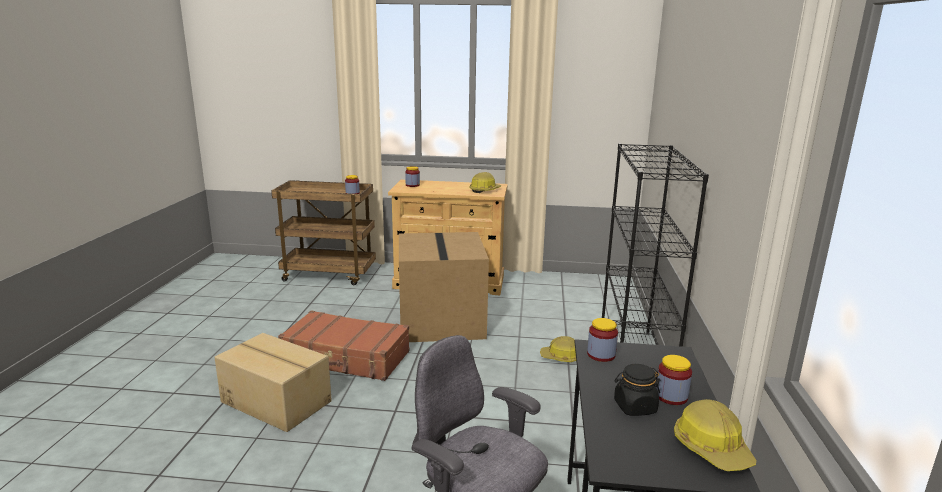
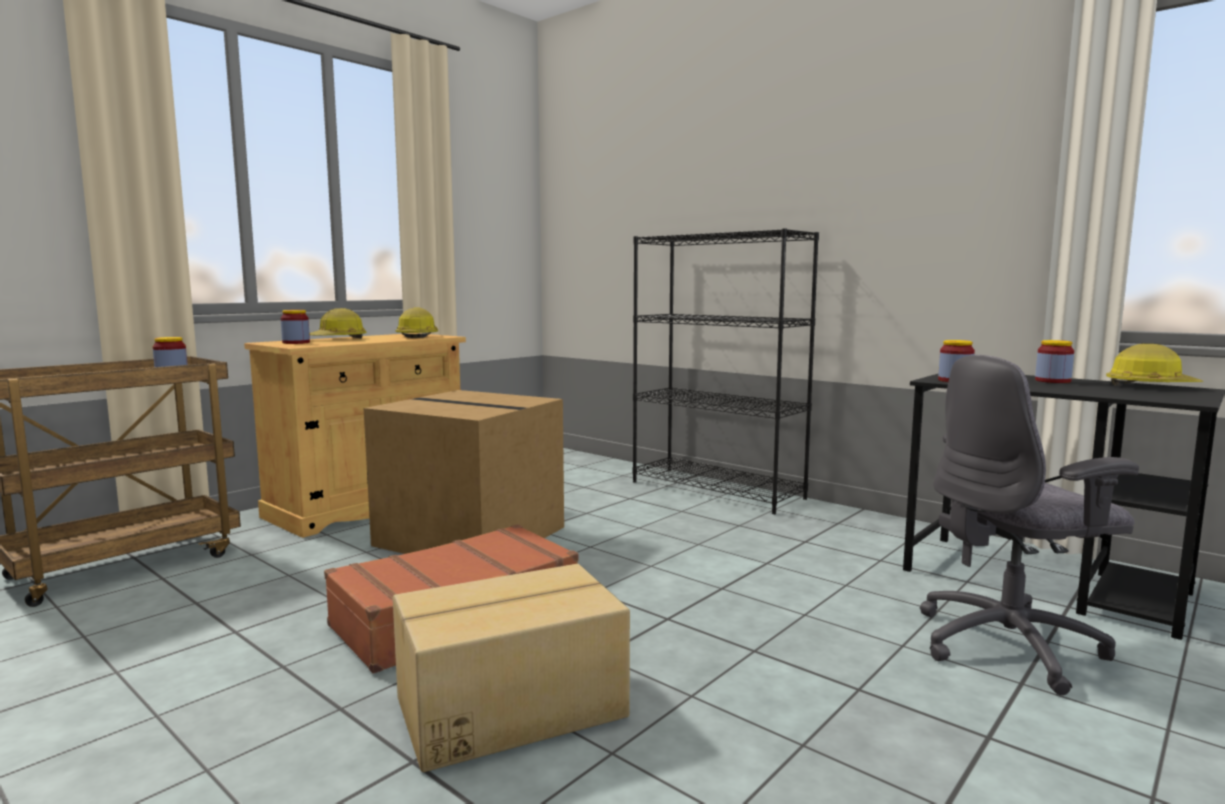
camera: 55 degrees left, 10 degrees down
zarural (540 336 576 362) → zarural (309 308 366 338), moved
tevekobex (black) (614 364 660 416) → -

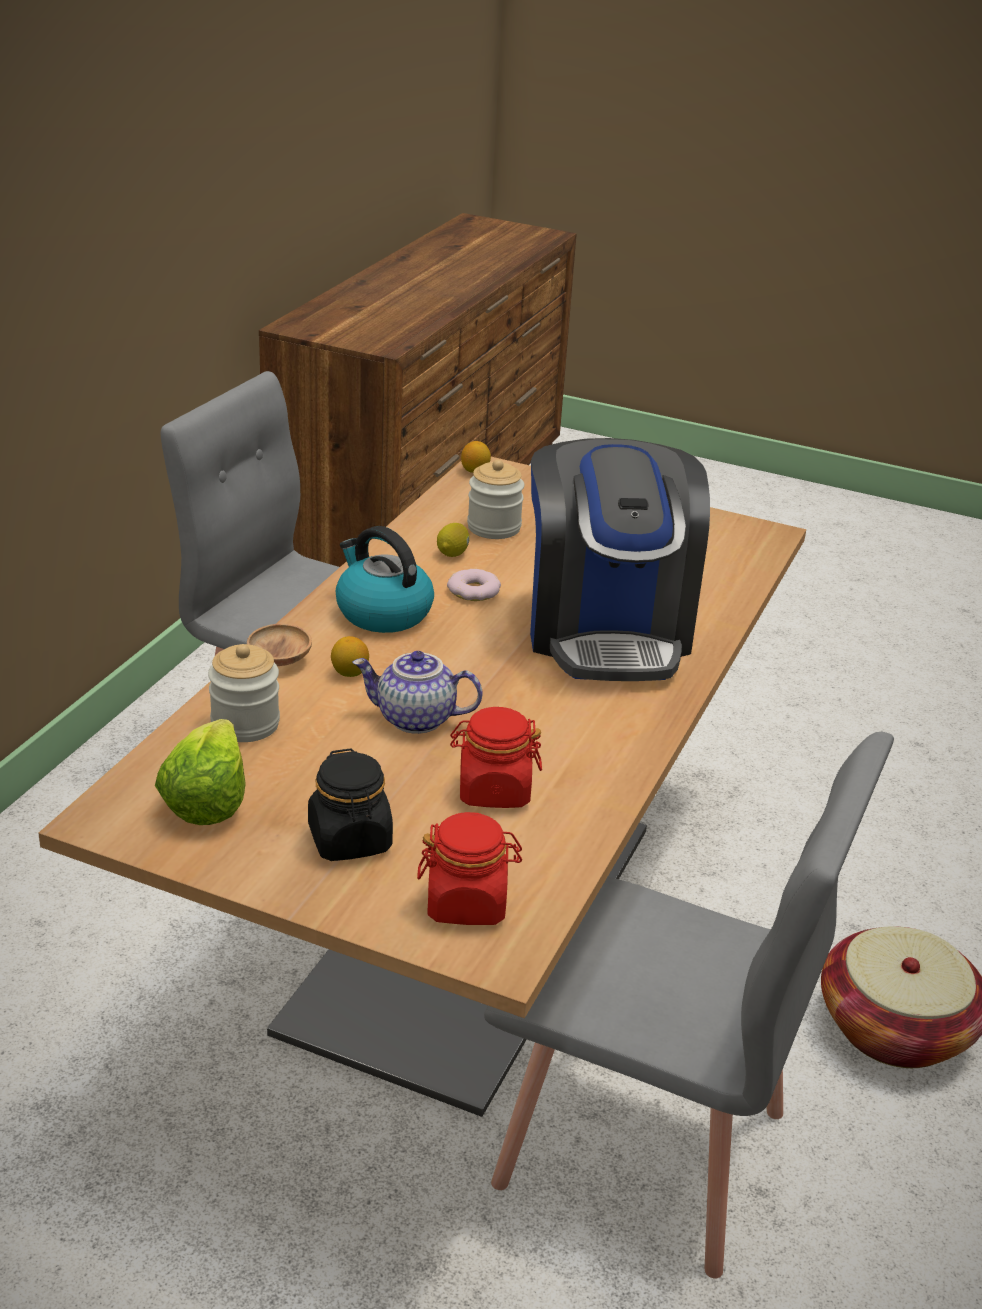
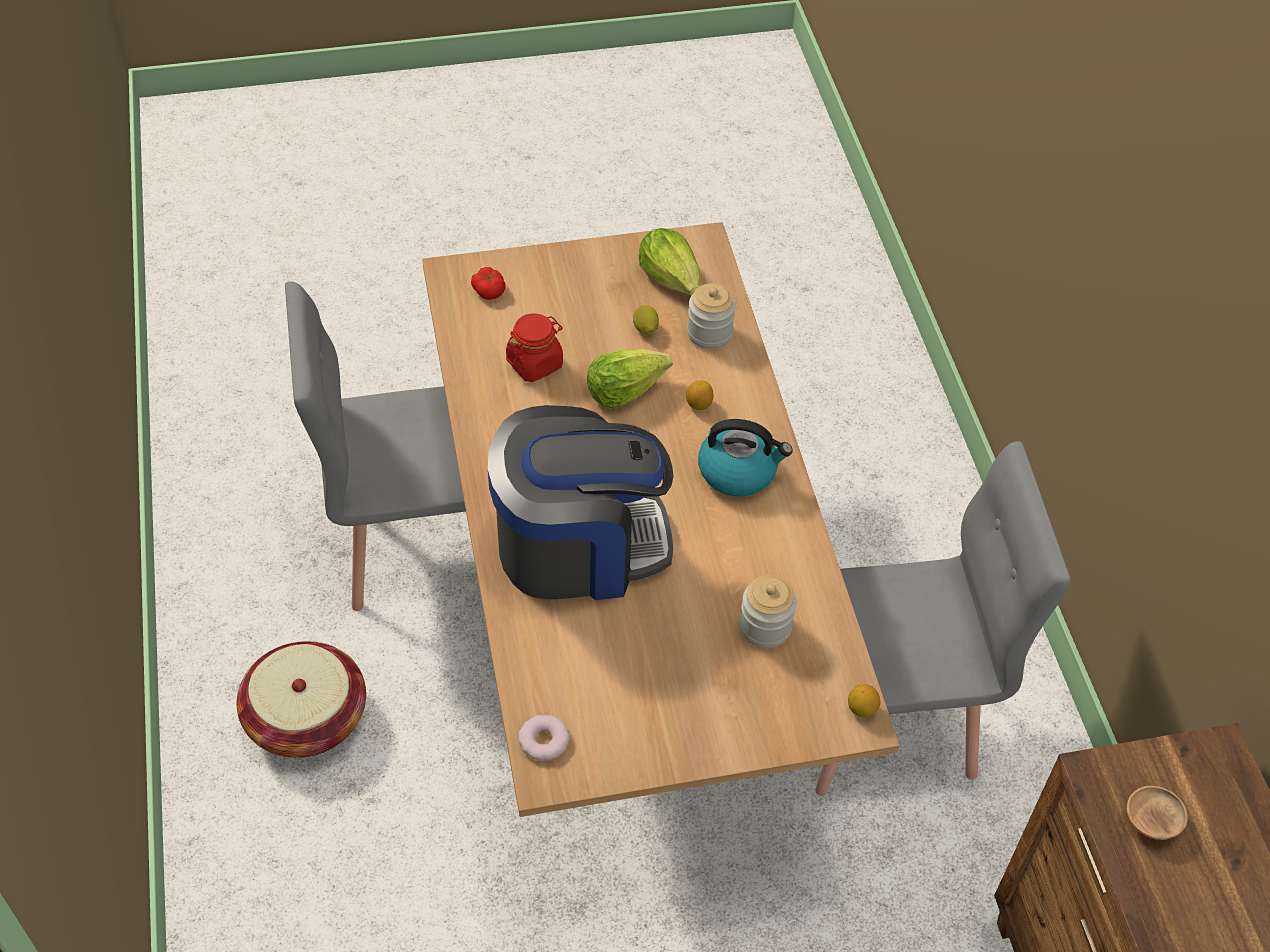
camera: 145 degrees right, 20 degrees up
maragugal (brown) (247 624 312 666) → maragugal (brown) (1127 786 1188 840), moved
tevekobex (black) (308 748 393 861) → -
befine (352 651 483 734) → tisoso (587 349 672 408)
tevekobex (red) (417 812 522 925) → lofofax (471 267 506 300)
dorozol (437 523 470 557) → dorozol (633 305 659 334), moved
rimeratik (447 569 501 601) → rimeratik (518 715 570 761), moved
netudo (530 438 710 681) → netudo (488 405 673 600), 120 degrees clockwise

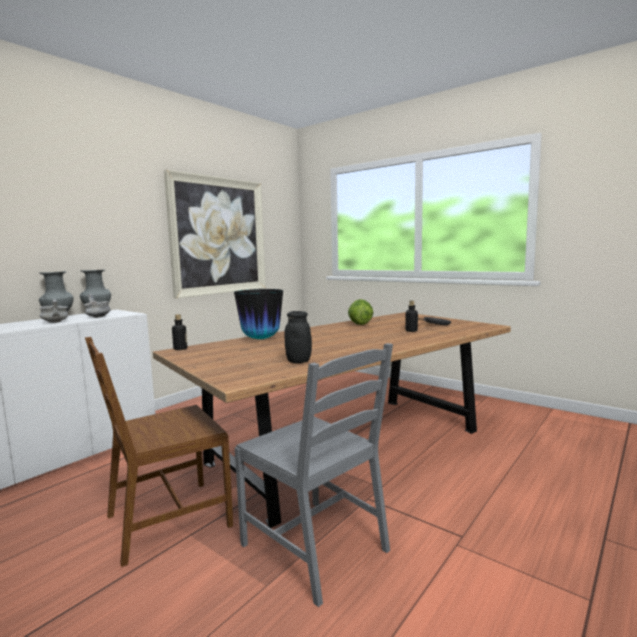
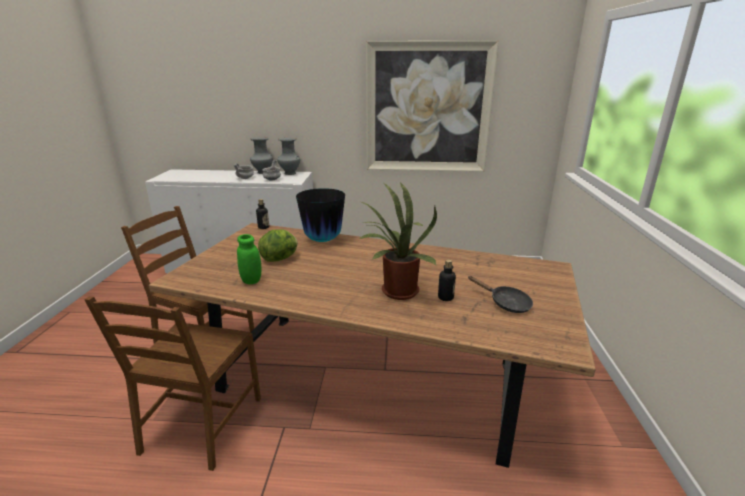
camera: 55 degrees right, 15 degrees up
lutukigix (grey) (235 343 393 607) → lutukigix (brown) (84 296 261 471)
tevekobex (black) (284 311 312 363) → tevekobex (green) (237 234 262 284)
tisoso (348 299 373 325) → tisoso (258 230 298 262), moved
- → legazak (359 182 437 300)

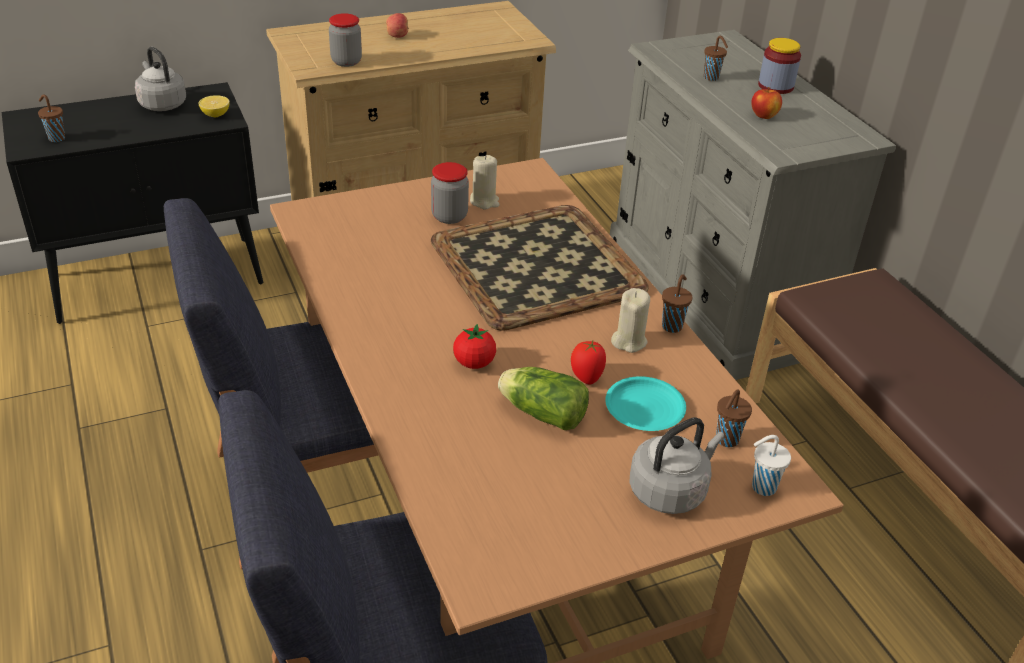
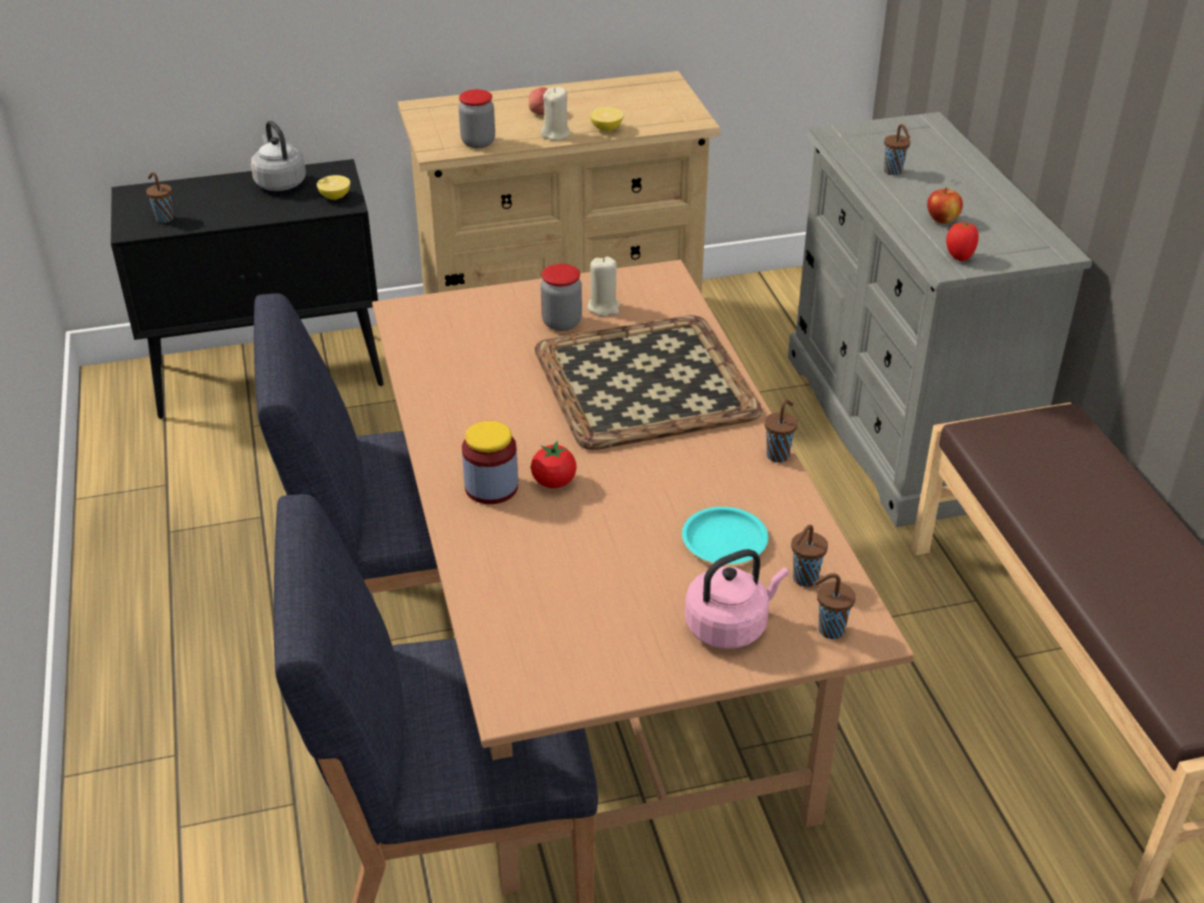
camera: 10 degrees right, 0 degrees up
tisoso (498 367 589 430) → -
lofofax (571 341 606 384) → lofofax (946 221 979 261), moved
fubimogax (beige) (611 288 650 353) → fubimogax (beige) (541 87 570 141), moved
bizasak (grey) (629 417 725 514) → bizasak (pink) (685 549 789 649)
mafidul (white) (752 435 791 496) → mafidul (brown) (815 573 856 639)
tevekobex (758 38 801 94) → tevekobex (462 421 518 504), moved
- → dorozol (590 107 623 132)

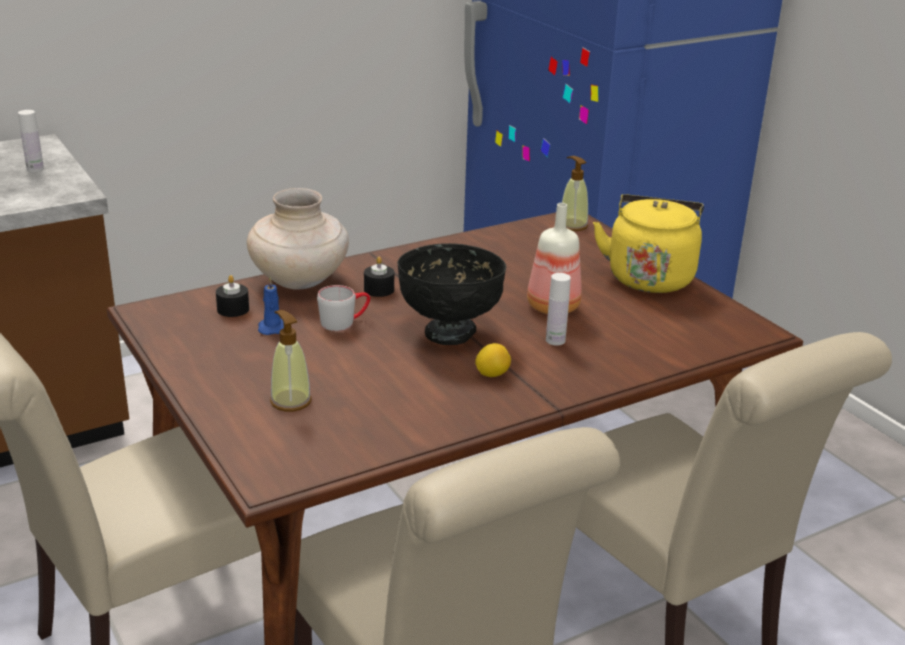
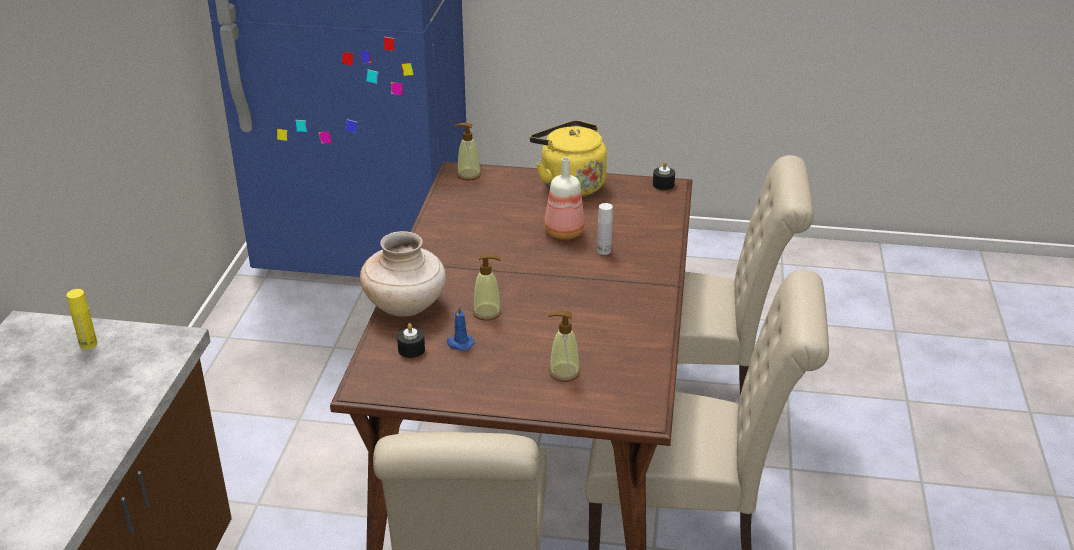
camera: 50 degrees left, 5 degrees up
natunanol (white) (18 110 44 172) → natunanol (yellow) (66 289 97 349)
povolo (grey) (317 285 370 331) → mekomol (473 254 501 320)
fubimogax (black) (364 257 394 297) → fubimogax (black) (653 162 675 190), moved
maragugal (black) (397 243 506 345) → -
dorozol (475 343 511 377) → -

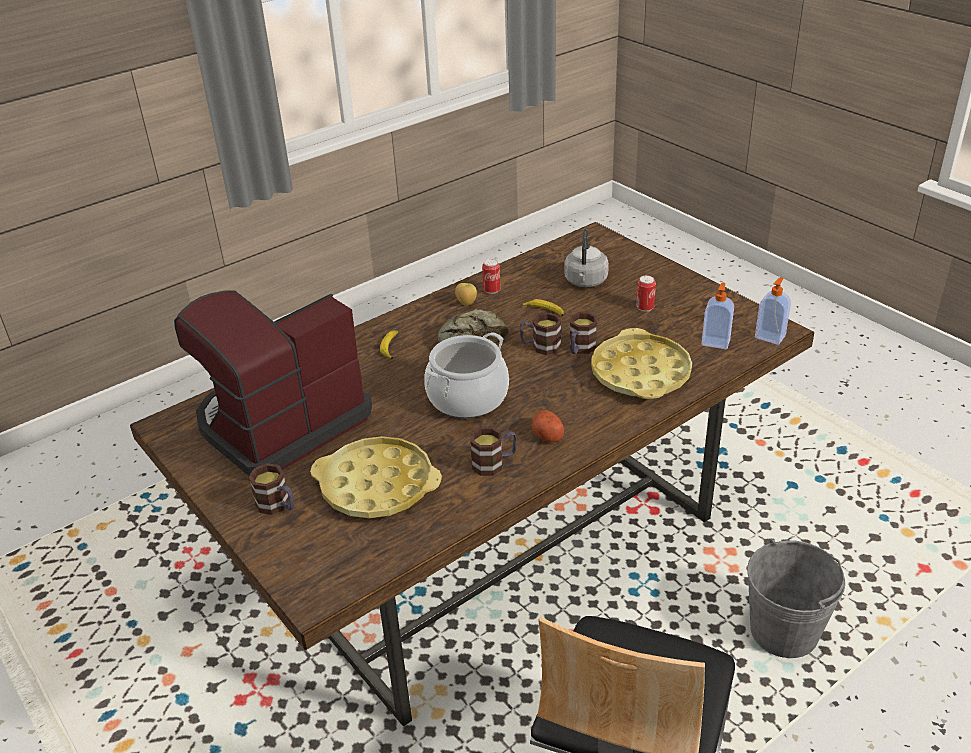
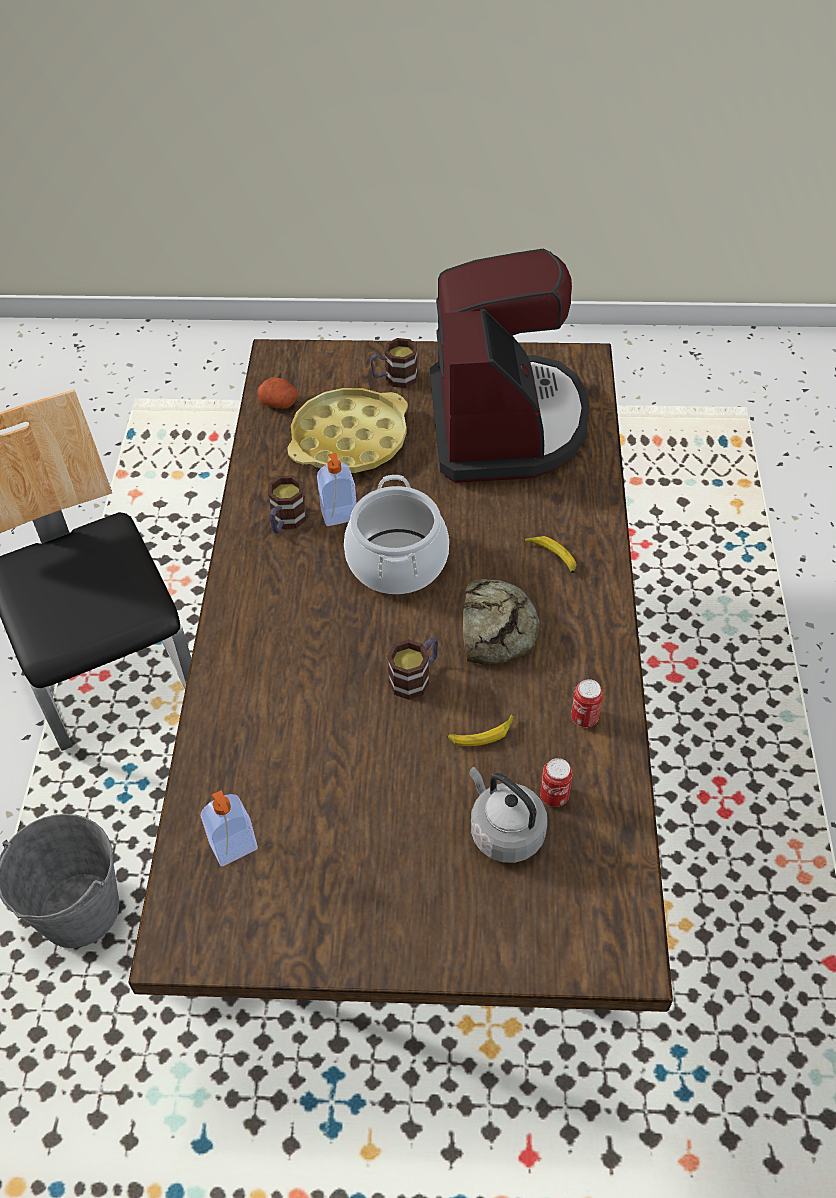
camera: 130 degrees right, 15 degrees up
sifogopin (455 283 477 305) → -
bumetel (532 411 564 442) → bumetel (258 377 298 409), moved
povolo (570 312 597 354) → -
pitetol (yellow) (591 328 692 399) → -
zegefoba (636 275 656 312) → zegefoba (540 758 573 807), moved
mekomol (755 277 791 345) → mekomol (317 453 357 526), moved

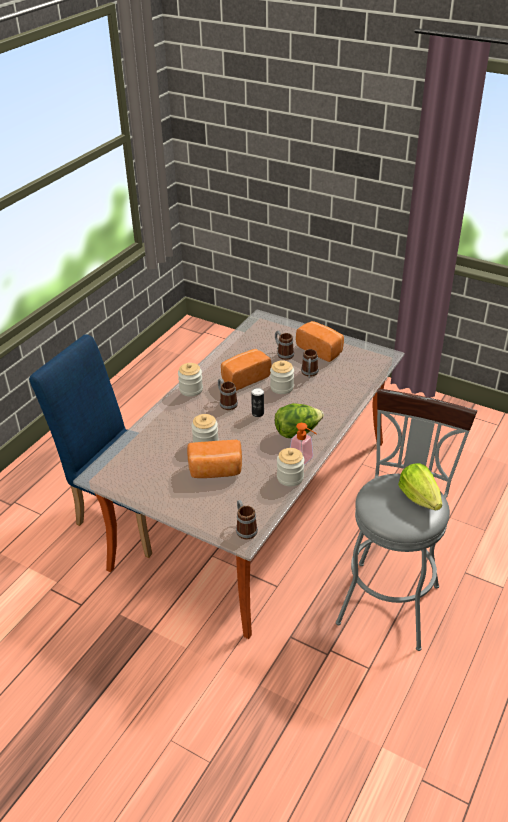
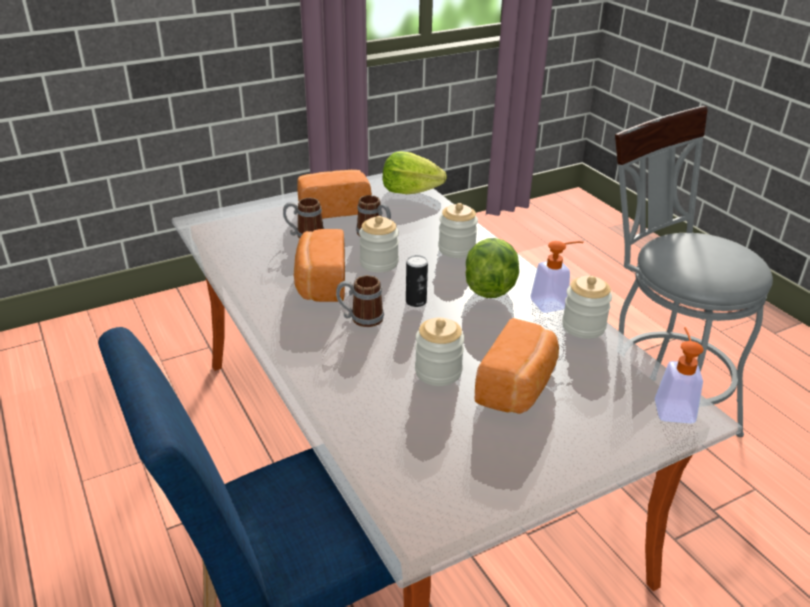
camera: 60 degrees left, 5 degrees down
tevekobex (178 363 203 397) → tevekobex (438 203 478 258), moved
povolo (236 500 258 539) → mekomol (655 327 703 424)
tisoso (398 463 442 510) → tisoso (383 151 447 194), moved

